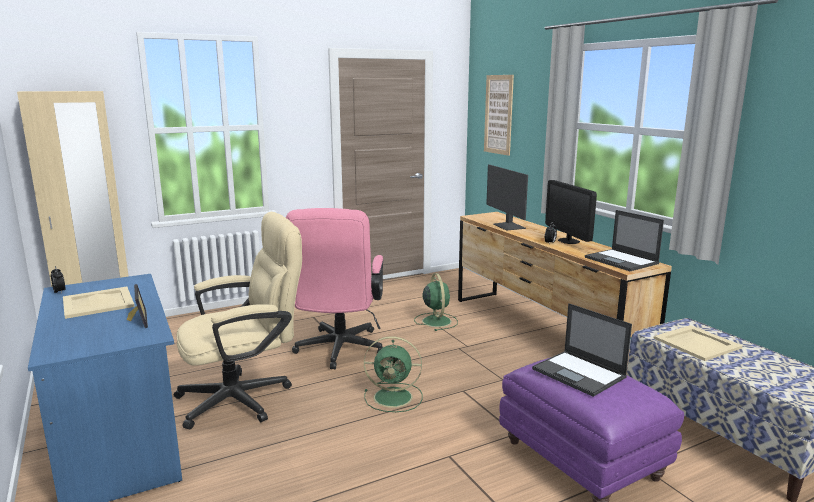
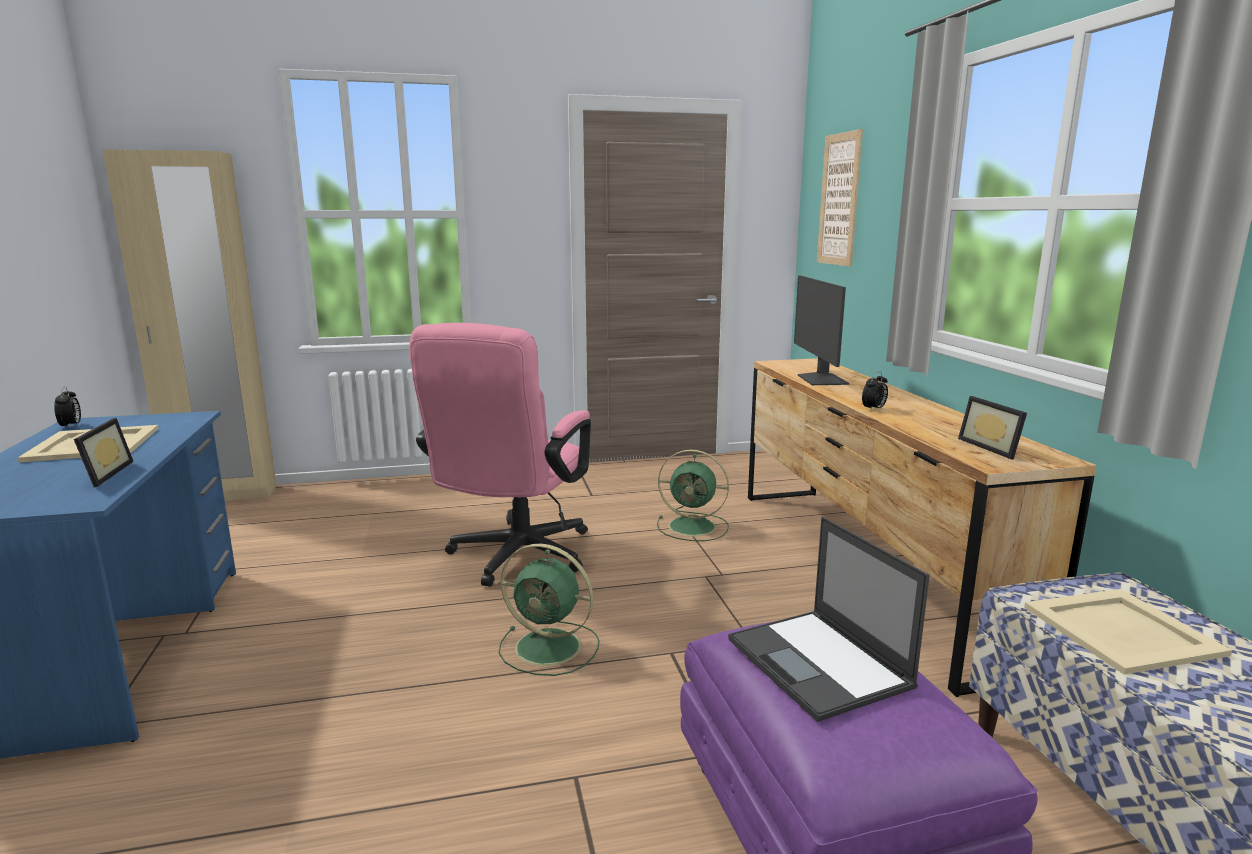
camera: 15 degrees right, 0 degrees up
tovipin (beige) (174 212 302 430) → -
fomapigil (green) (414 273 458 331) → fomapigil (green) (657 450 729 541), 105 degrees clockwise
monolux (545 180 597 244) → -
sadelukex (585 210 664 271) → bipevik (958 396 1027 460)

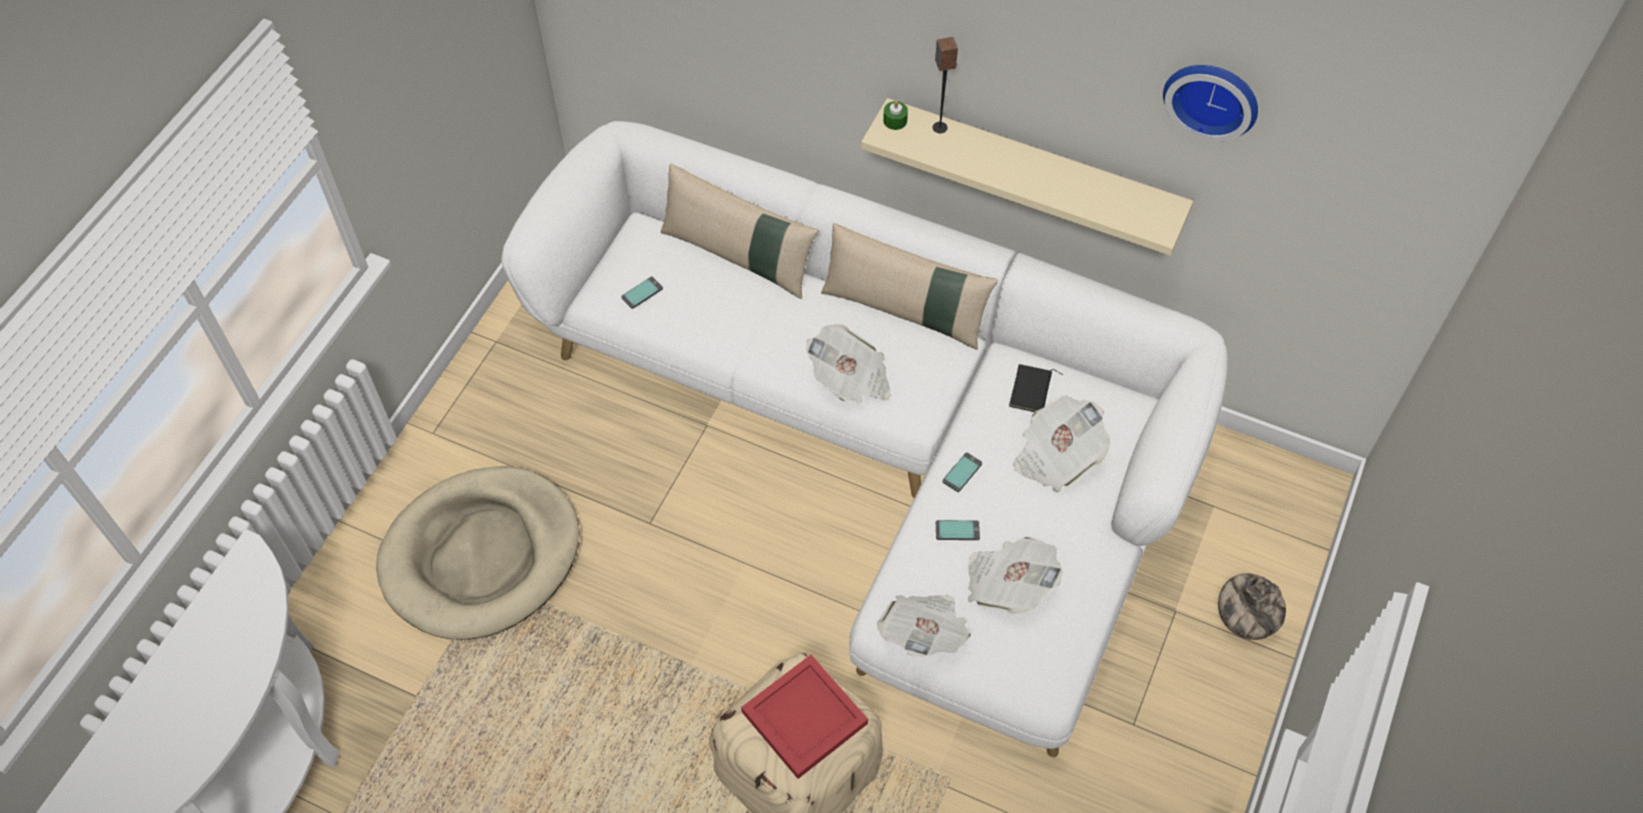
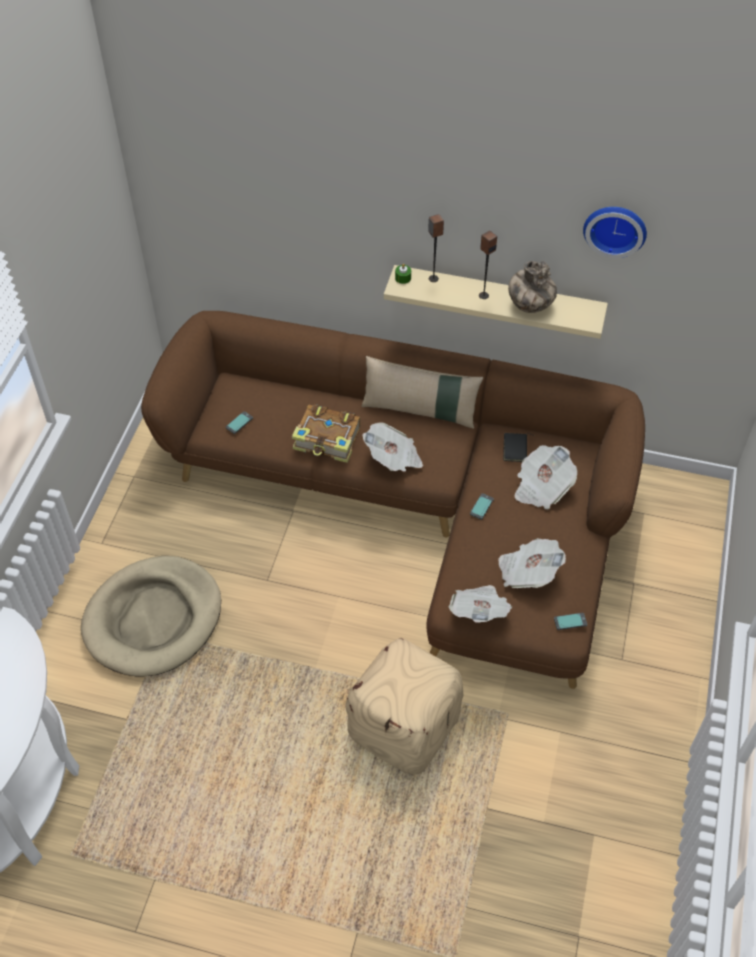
camera: 10 degrees left, 5 degrees down
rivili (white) (501 121 1228 757) → rivili (brown) (141 311 645 689)
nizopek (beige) (661 164 819 299) → -
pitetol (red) (741 655 868 779) → -
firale (936 520 980 540) → firale (554 613 587 630), moved
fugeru (1218 573 1286 640) → fugeru (508 261 557 313), moved
- → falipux (292 404 361 463)
- → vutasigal (479 230 497 299)

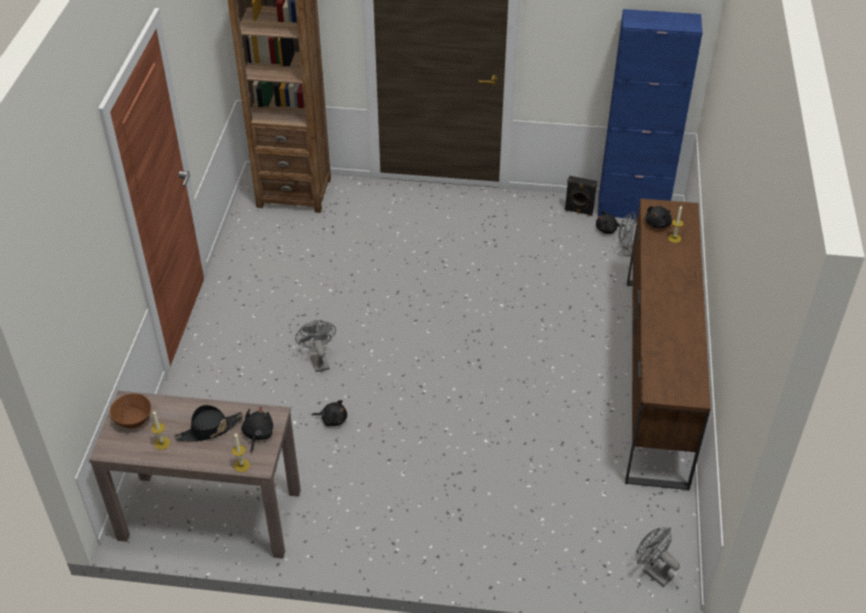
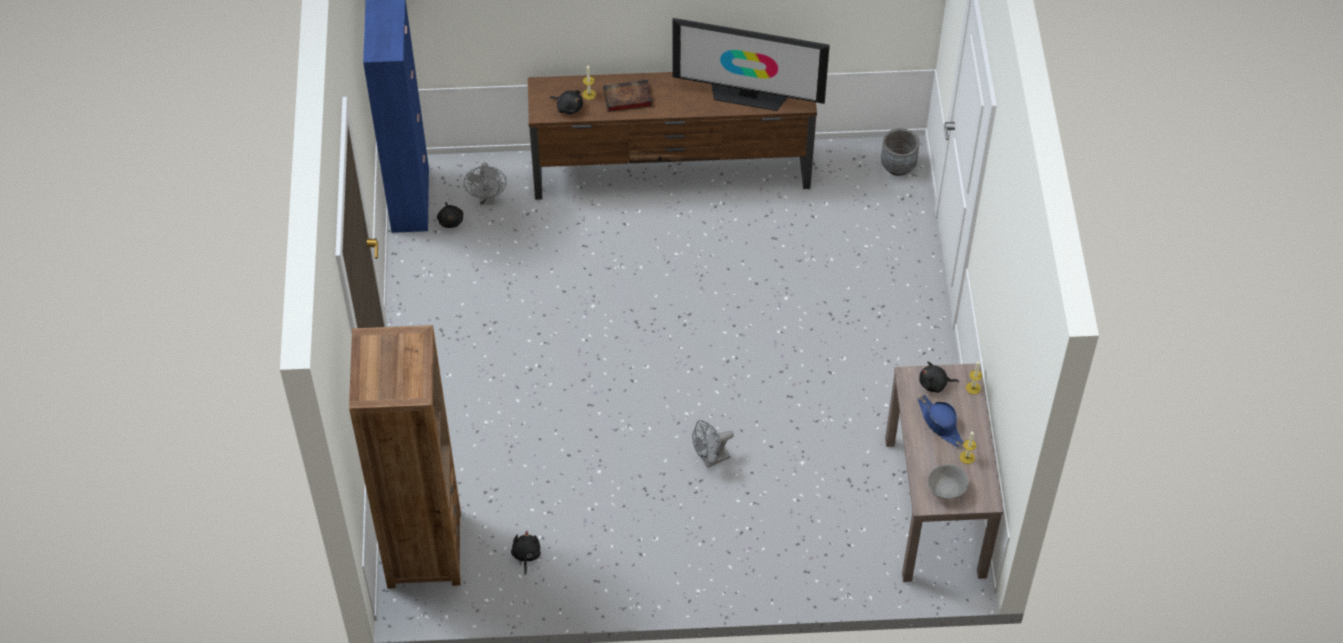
camera: 100 degrees left, 10 degrees up
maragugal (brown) (110 393 151 429) → maragugal (grey) (928 464 969 500)
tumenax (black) (175 405 243 442) → tumenax (blue) (918 395 964 447)
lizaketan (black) (312 400 347 427) → lizaketan (black) (511 530 541 575), moved
vutasigal (black) (565 176 597 216) → -
fomapigil (grey) (636 528 680 587) → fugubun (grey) (881 128 919 176)
- → falipux (603 79 652 112)
- → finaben (672 18 830 111)

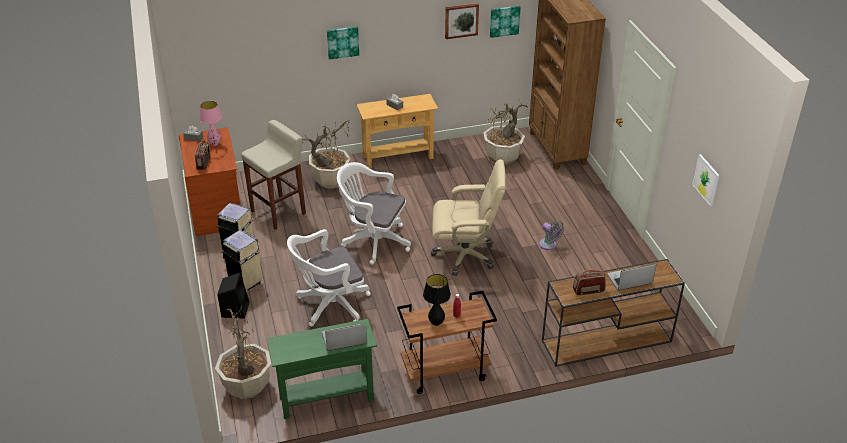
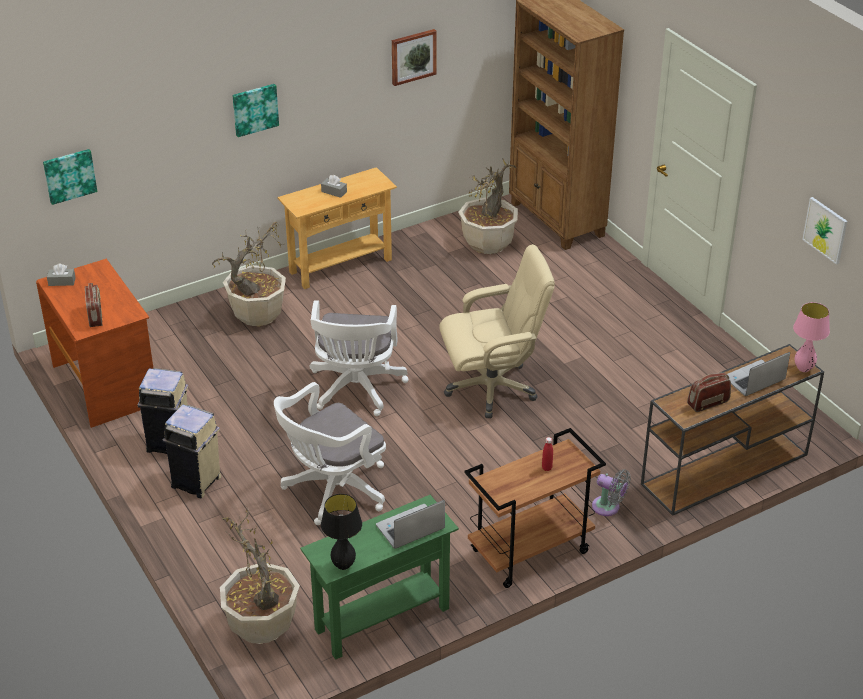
camera: 15 degrees left, 0 degrees up
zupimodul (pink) (199 101 222 146) → zupimodul (pink) (793 302 830 372), moved
vutasigal (black) (217 273 250 319) → -
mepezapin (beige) (241 120 306 230) → -
tovipin (white) (337 162 411 265) → tovipin (white) (310 300 408 416), 90 degrees counterclockwise
zupimodul (black) (423 274 451 326) → zupimodul (black) (321 494 362 570), moved
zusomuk (490 6 521 38) → zusomuk (43 149 97 205), moved
fomapigil (grey) (539 221 564 250) → fomapigil (grey) (592 469 631 516), moved

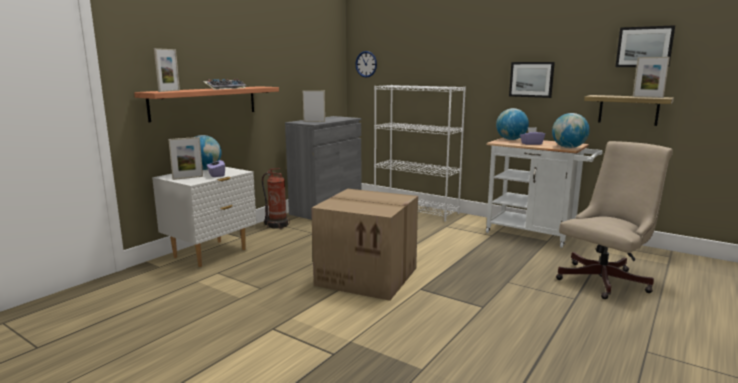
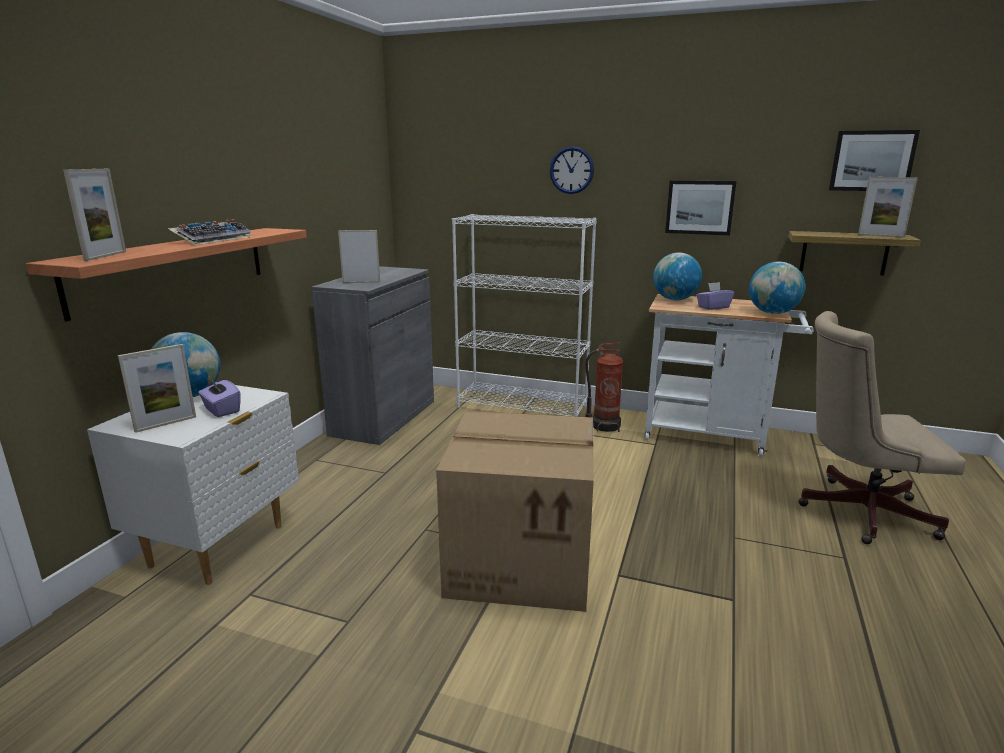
camera: 15 degrees left, 5 degrees up
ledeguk (262 168 290 229) → ledeguk (585 342 623 432), moved
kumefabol (355 51 377 78) → kumefabol (550 147 594 194), moved
tovipin (beige) (556 141 673 299) → tovipin (beige) (798 311 966 544), 120 degrees counterclockwise

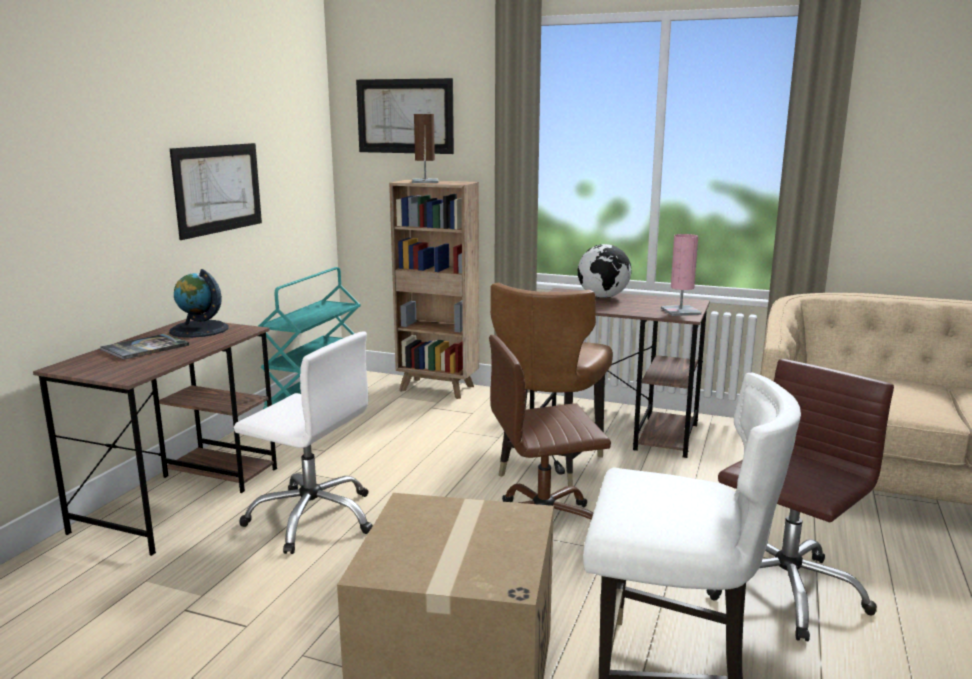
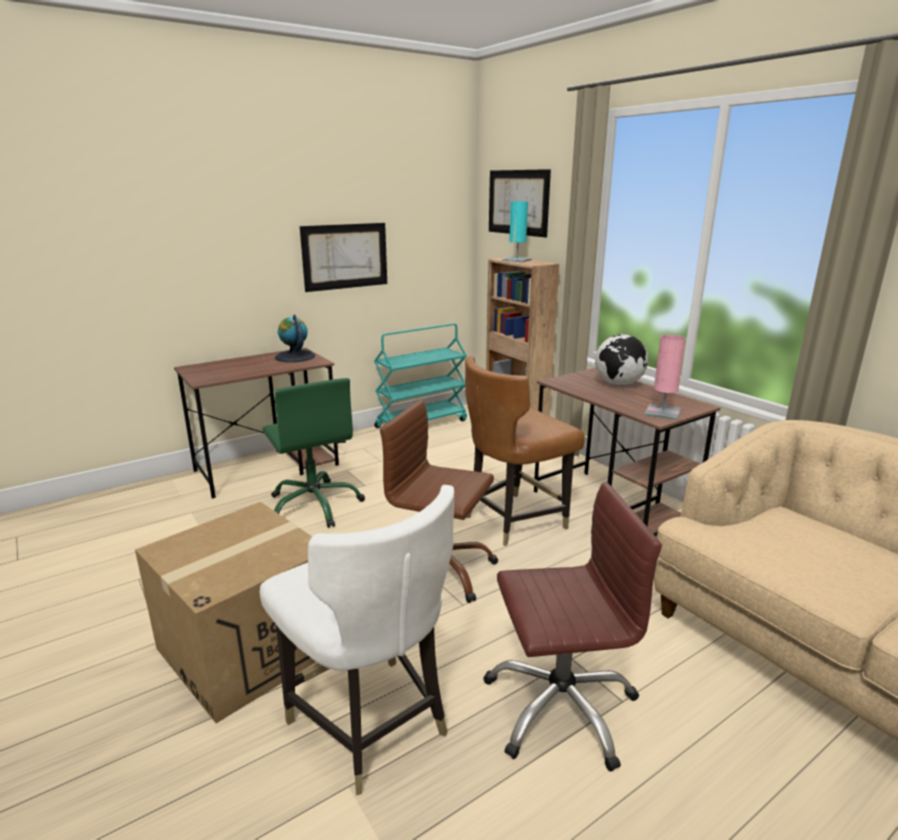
camera: 35 degrees right, 5 degrees up
falipux (100 334 189 360) → -
tovipin (white) (234 331 373 554) → tovipin (green) (263 378 365 528)
zupimodul (brown) (412 114 439 183) → zupimodul (turquoise) (502 201 532 262)

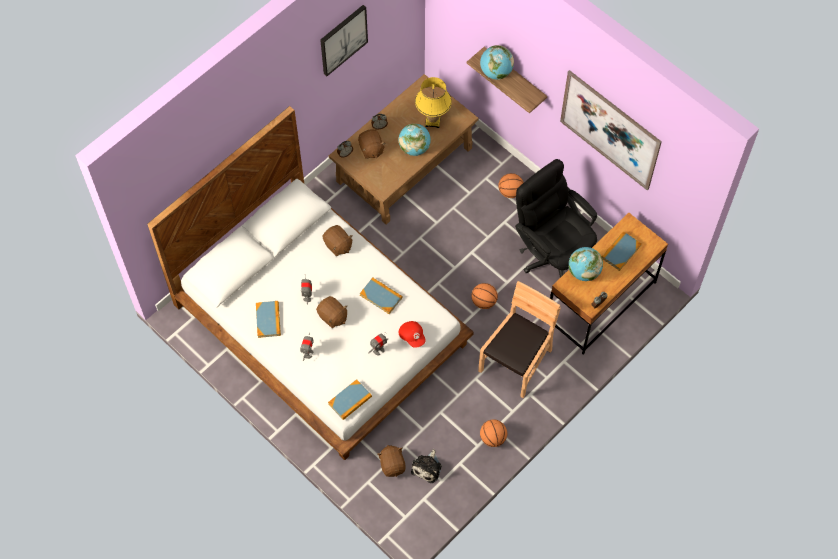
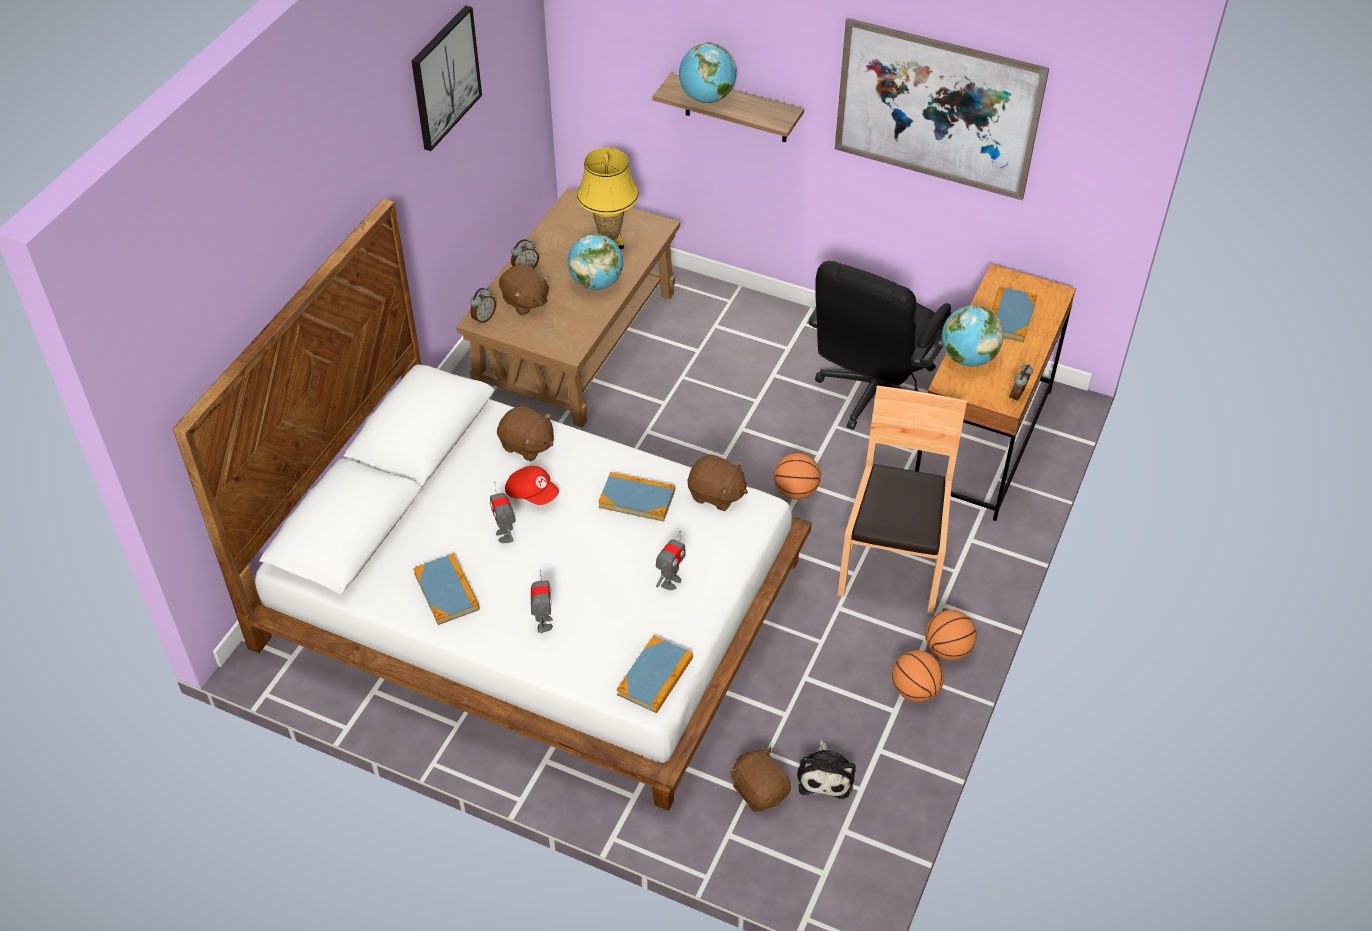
camera: 20 degrees left, 15 degrees down
lizaketan (brown) (316 296 347 328) → lizaketan (brown) (688 454 748 511), moved
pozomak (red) (399 321 426 348) → pozomak (red) (505 466 559 505), moved
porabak (498 173 524 198) → porabak (925 610 977 661), moved
tovipin (black) (515 159 597 278) → tovipin (black) (809 261 951 430), 90 degrees counterclockwise

